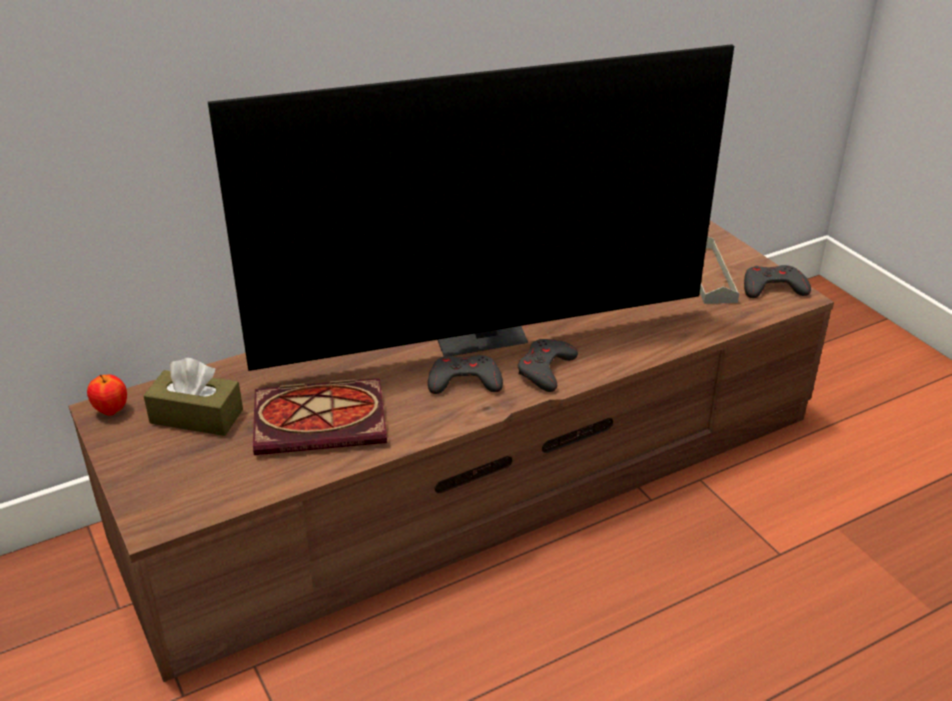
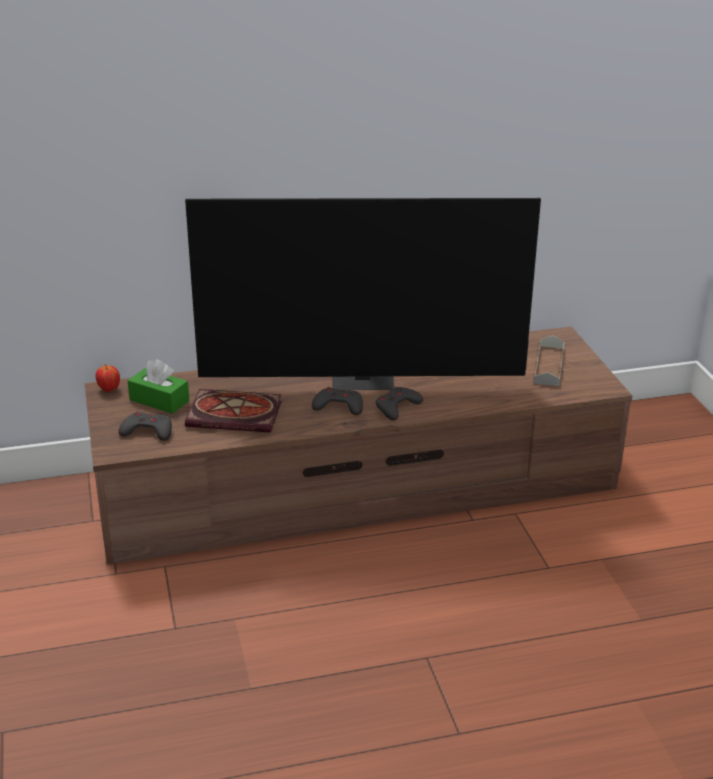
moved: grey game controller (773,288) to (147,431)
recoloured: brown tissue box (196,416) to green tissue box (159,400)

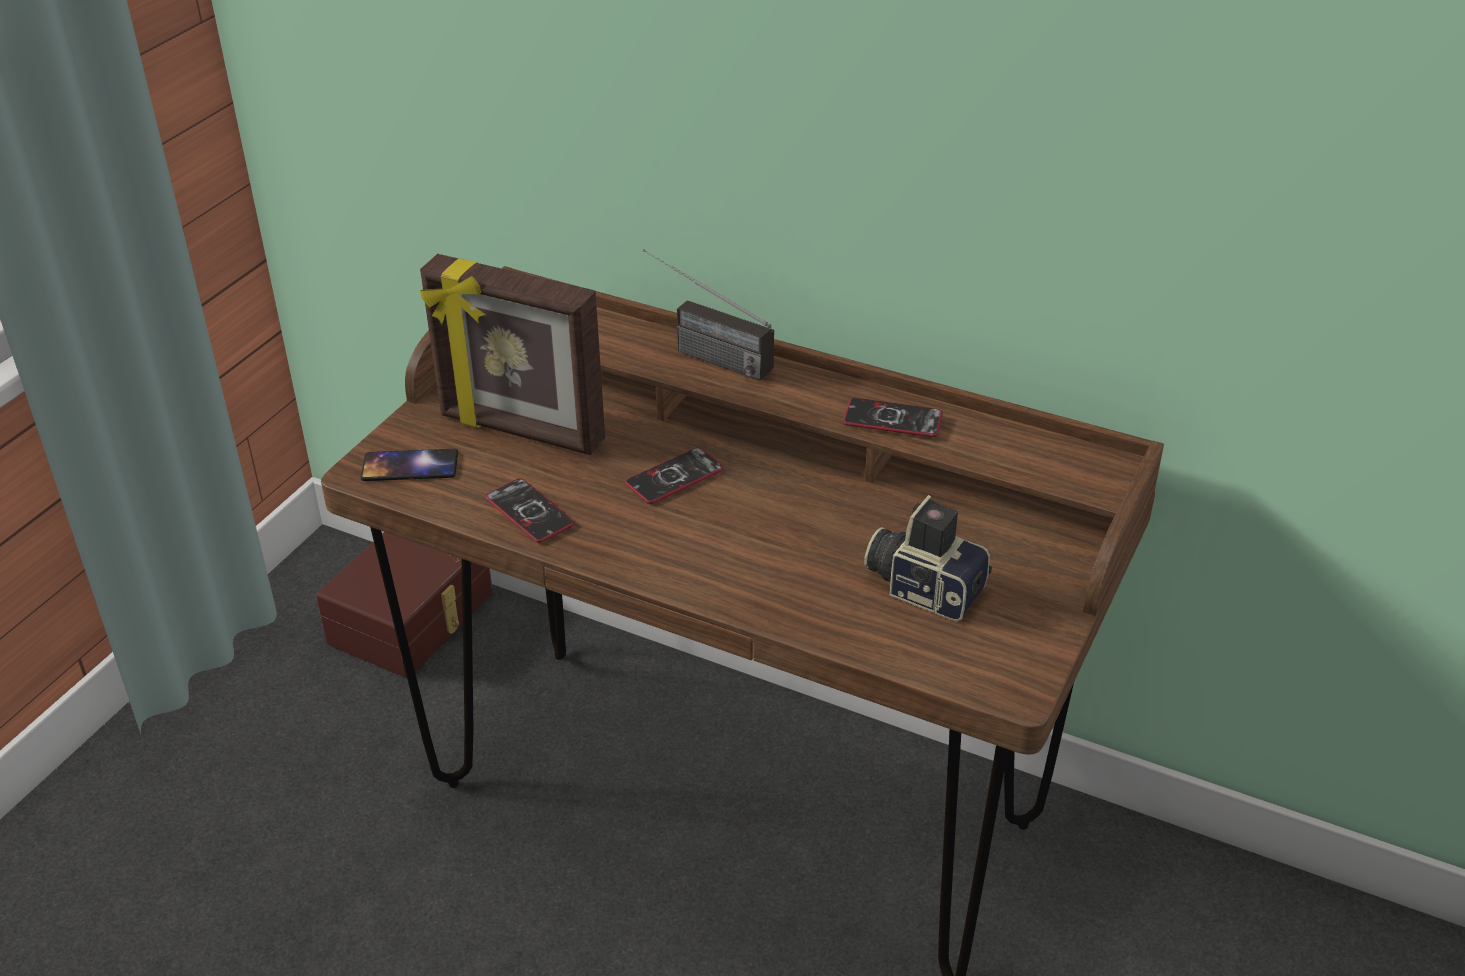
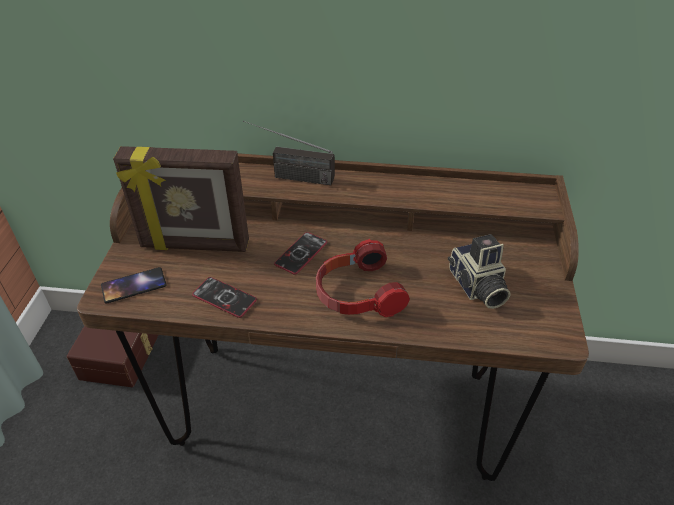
removed: phone (892,419)
added: headphones (356,293)
turned: photo camera (925,587) = (476,287) 120 degrees counterclockwise

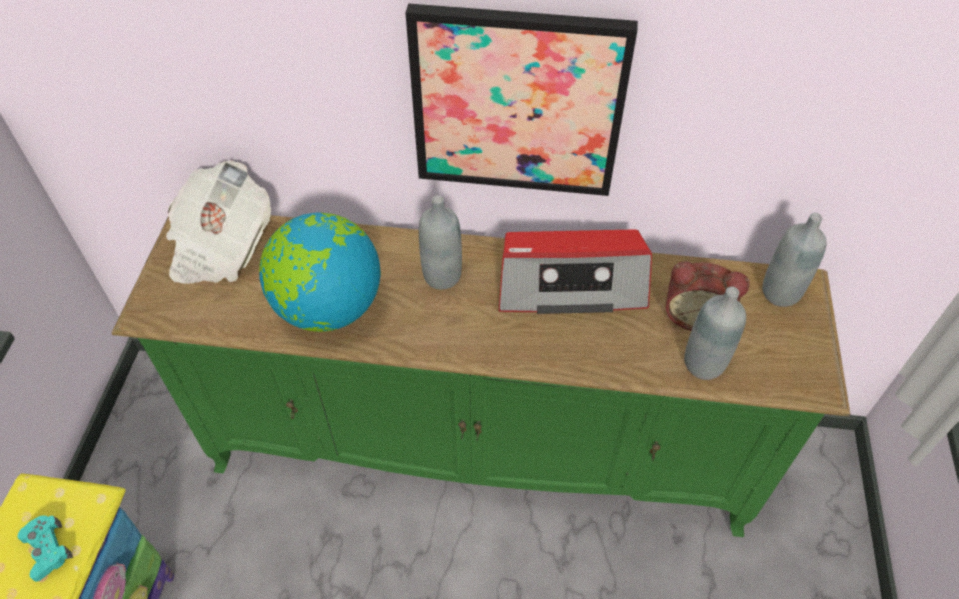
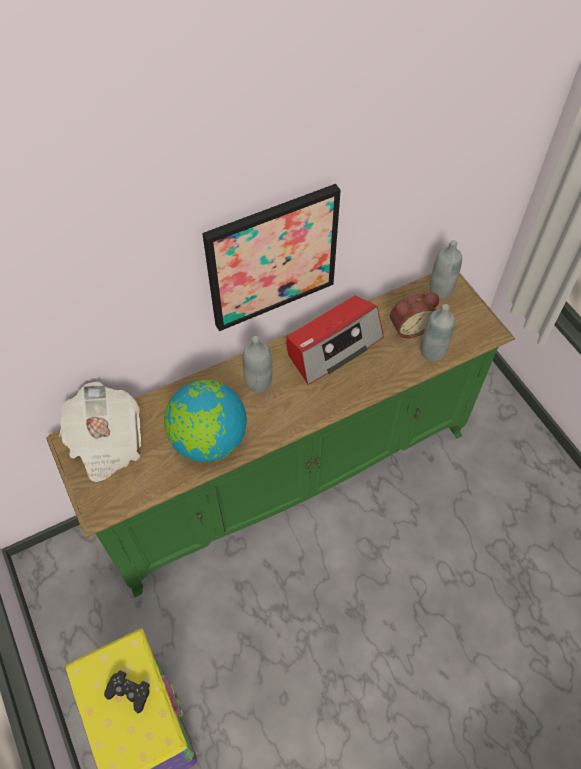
recoloured: turquoise game controller (47,549) to black game controller (129,692)

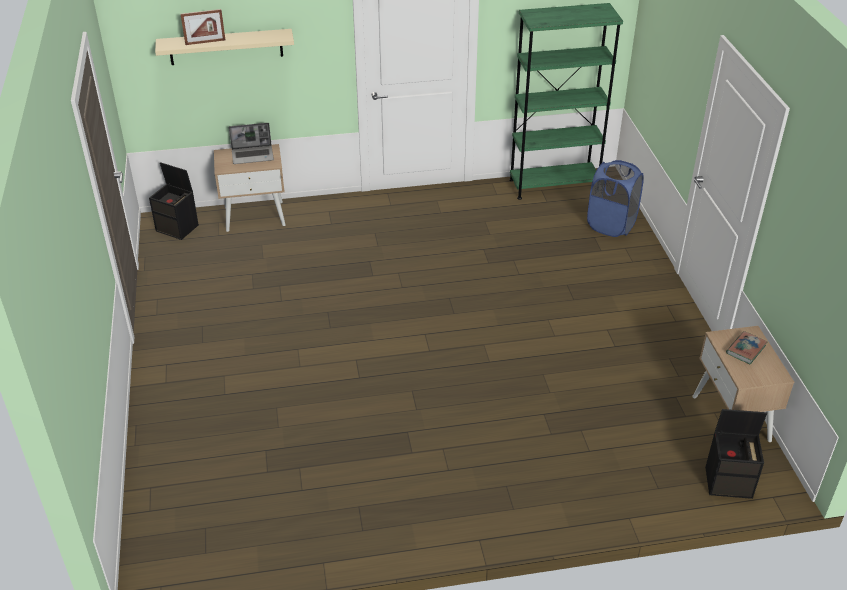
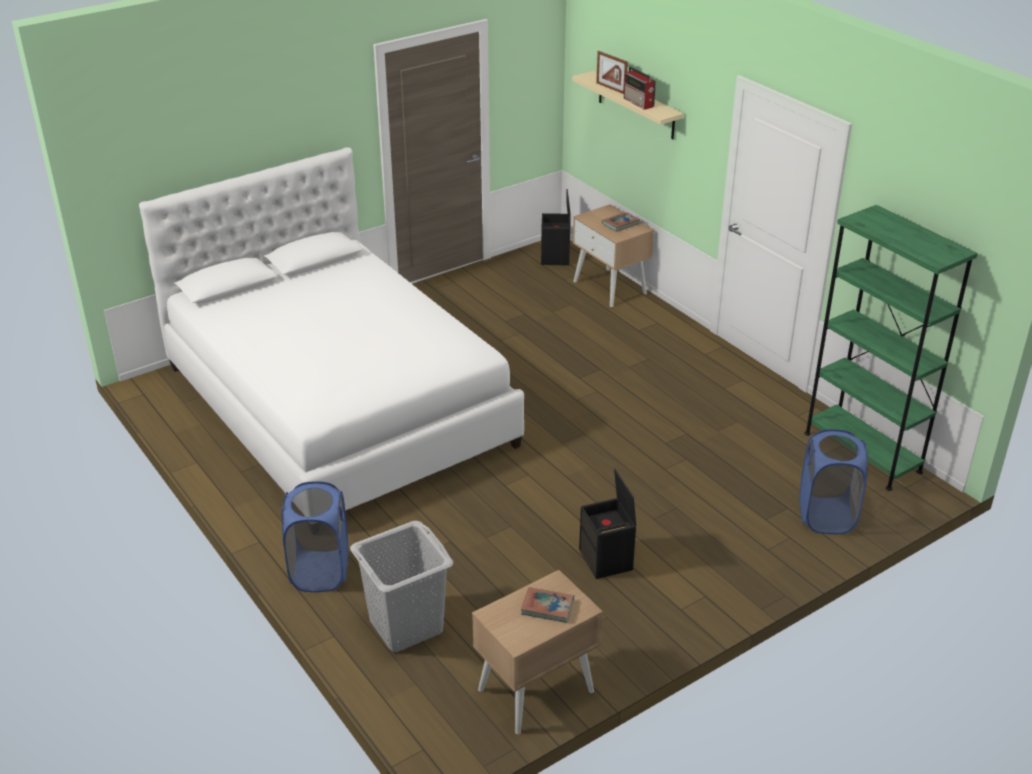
added: radio (639,103); white bed (338,405); blue laundry basket (320,572); grey laundry basket (405,625)
moved: black storage box (729,482) to (607,560)
replaced: laptop (253,155) to book (620,224)

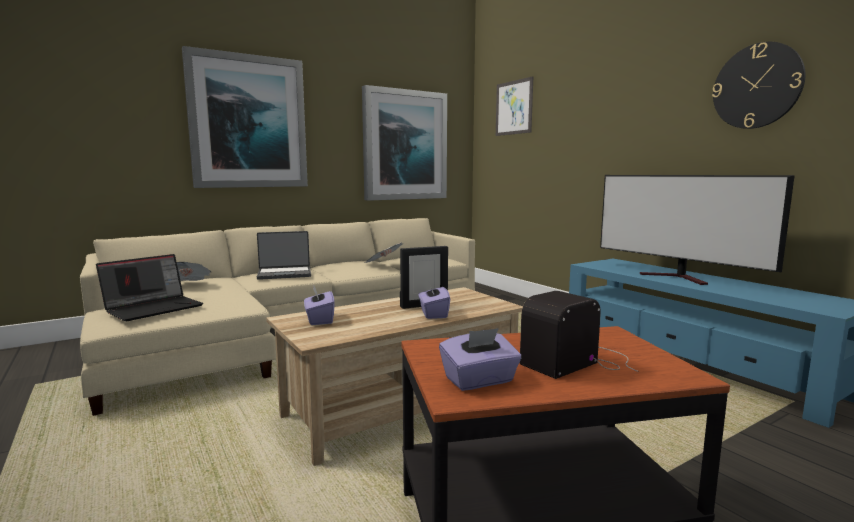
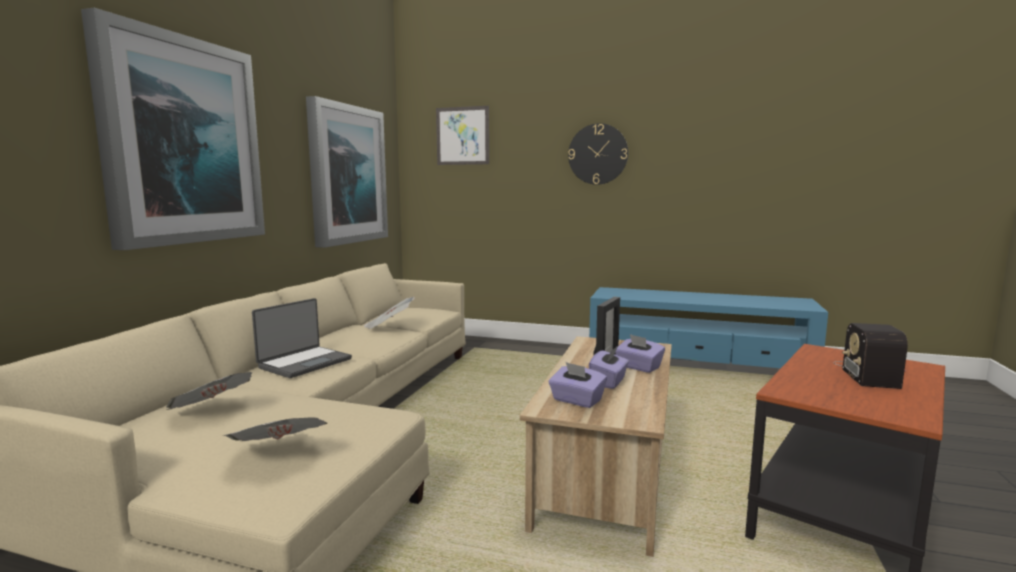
removed: television (678,278)
moved: wall clock (756,86) to (598,154); purple tissue box (479,381) to (608,382)
replaced: laptop (154,308) to newspaper (280,454)

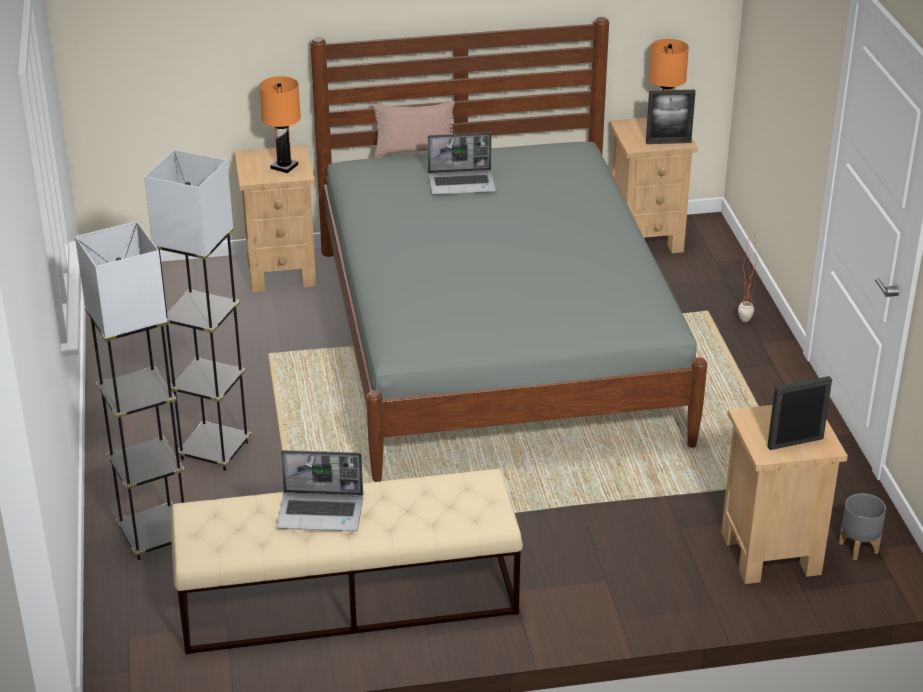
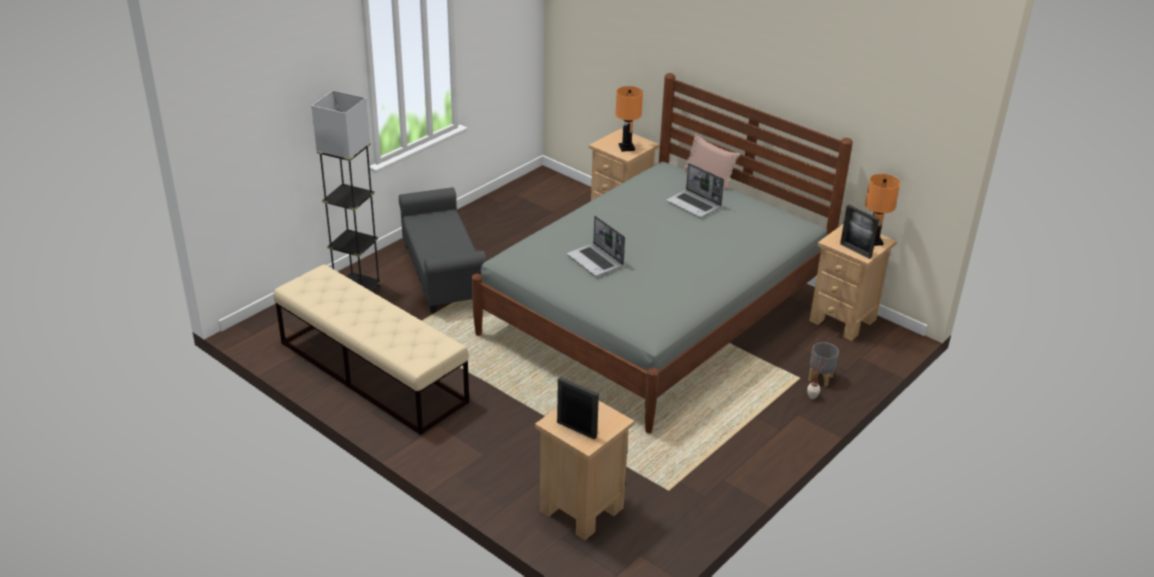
moved: laptop (321,513) to (596,261); grey planter (859,548) to (820,378)
replaced: grey floor lamp (214,451) to grey ottoman (443,274)

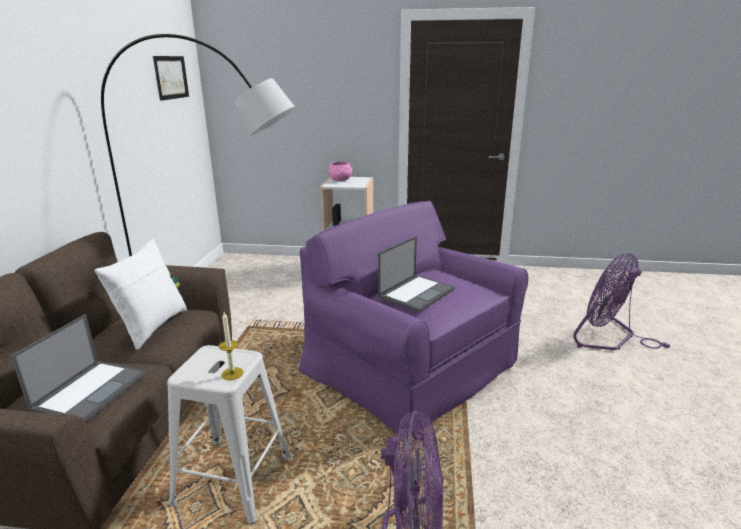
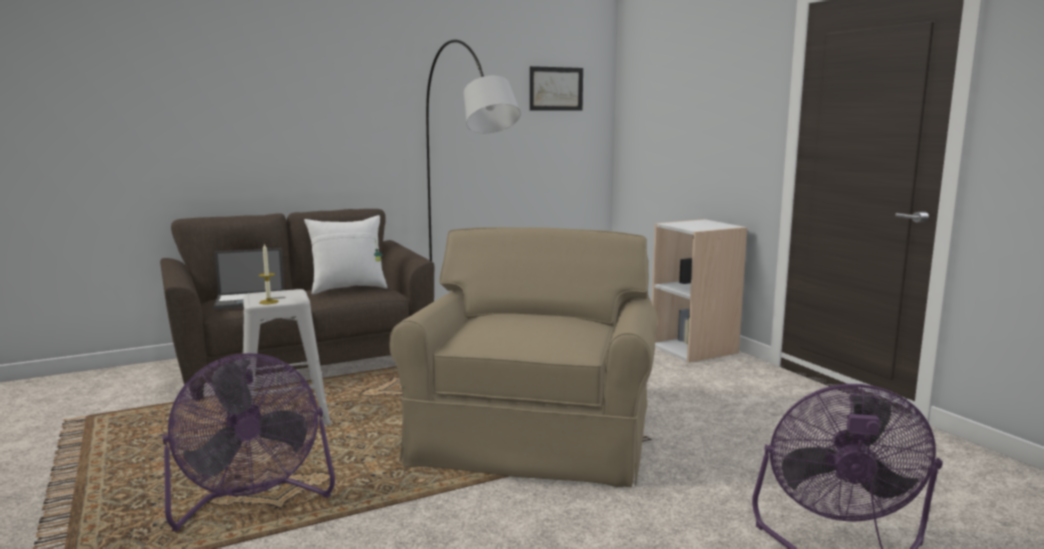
removed: pink bowl (341,180); laptop (416,293)
recoloured: purple armchair (411,365) to beige armchair (534,433)

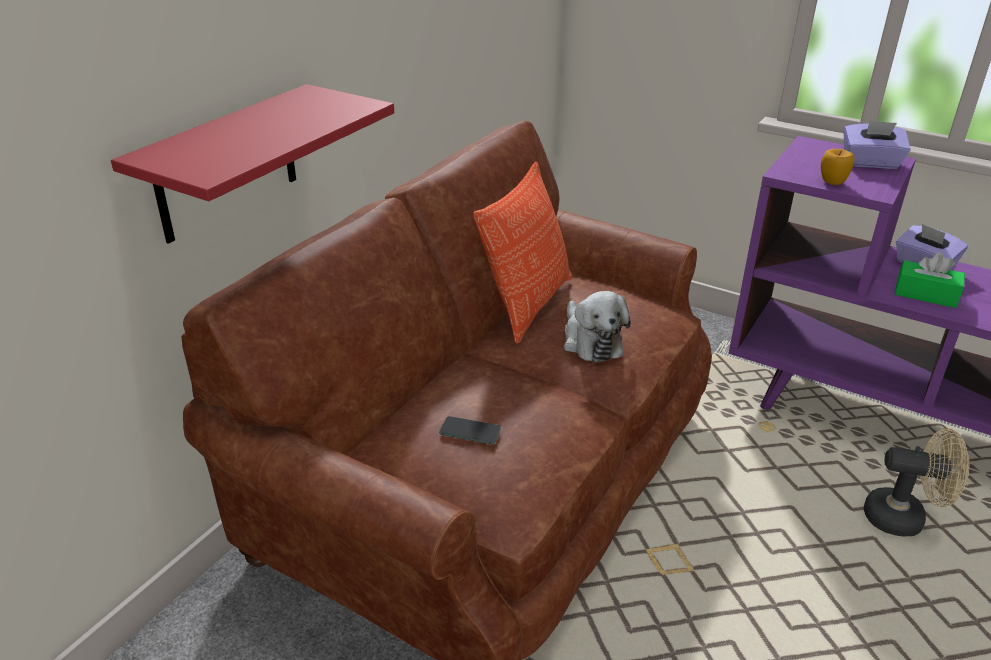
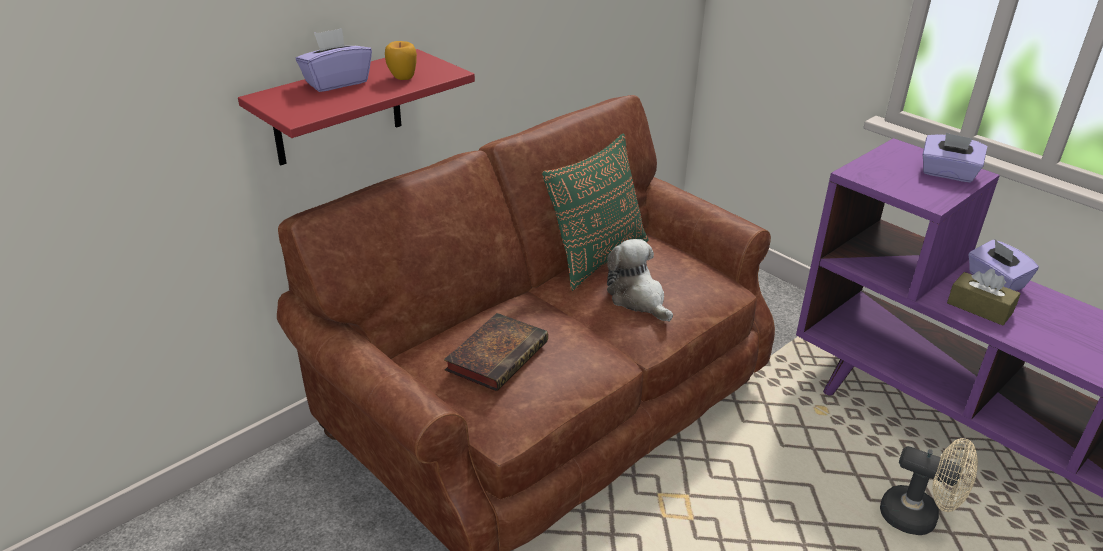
added: purple tissue box (336,82)
moved: apple (832,183) to (402,78)
replaced: phone (470,431) to book (498,355)
recoloured: orange pillow (527,305) to green pillow (597,259); green tissue box (925,294) to brown tissue box (979,308)
turned: plush toy (590,341) = (638,299) 150 degrees clockwise

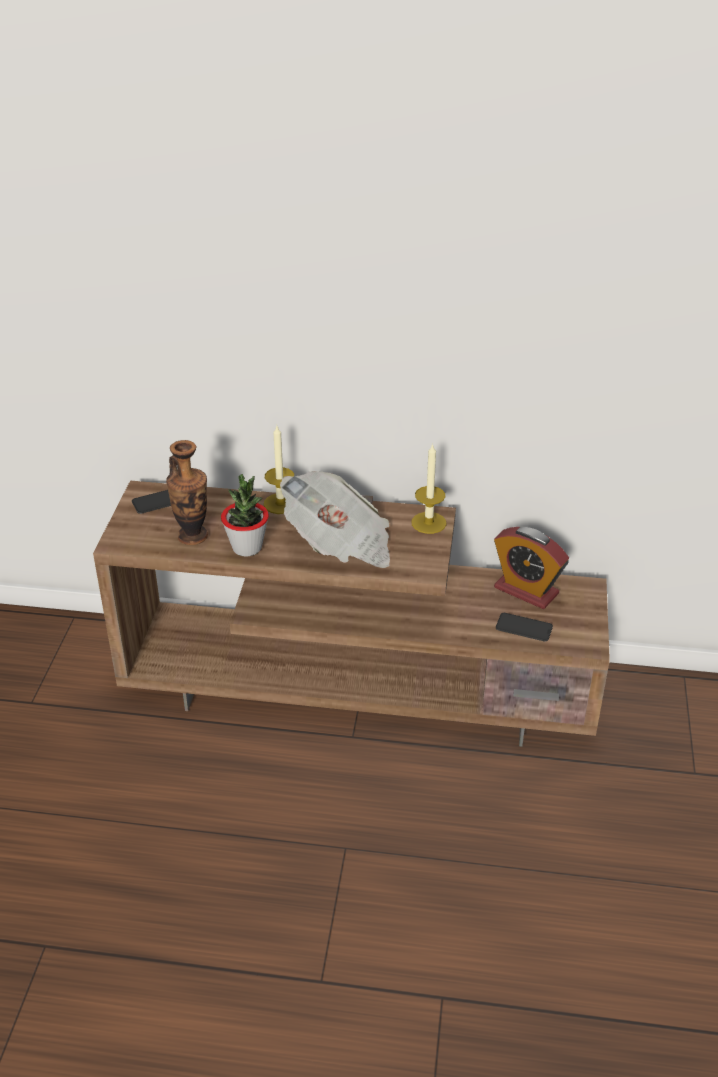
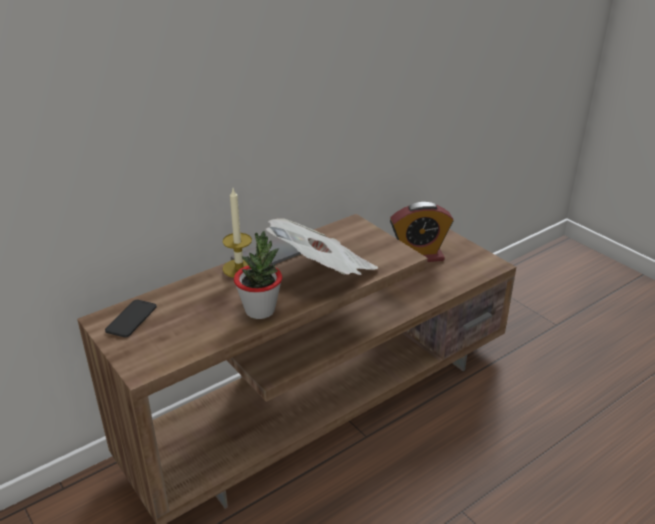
removed: vase (192,536); candle (428,523); phone (524,627)

